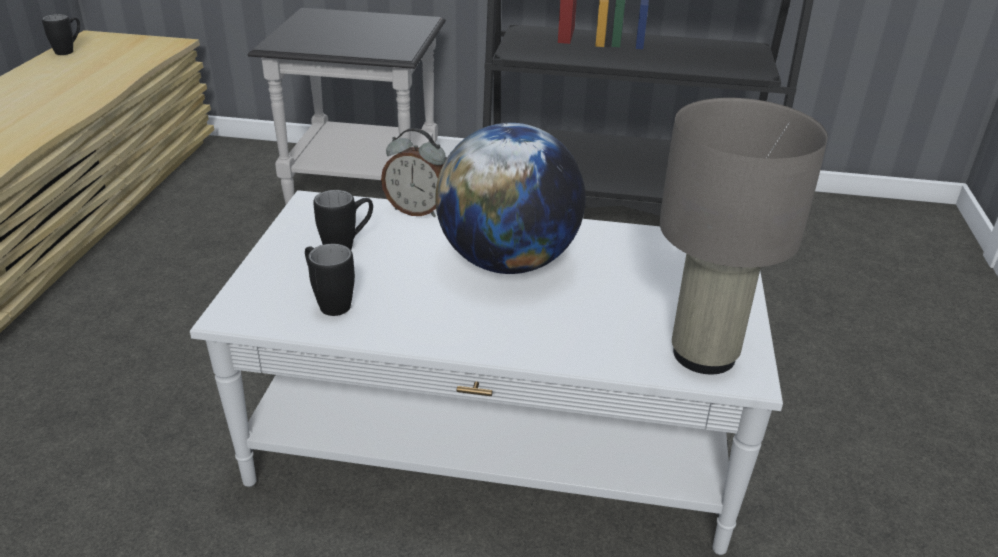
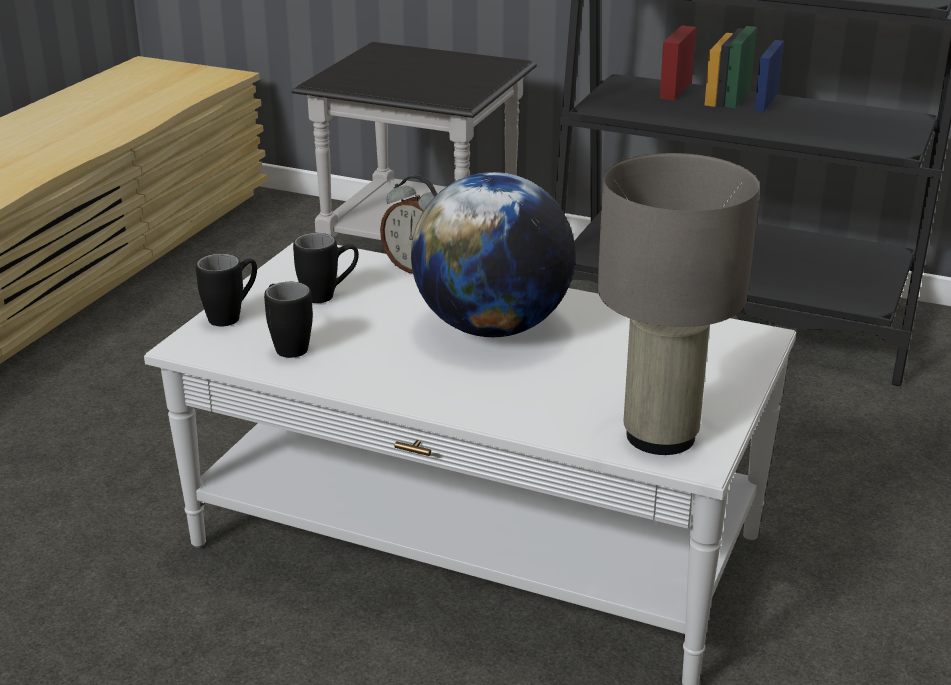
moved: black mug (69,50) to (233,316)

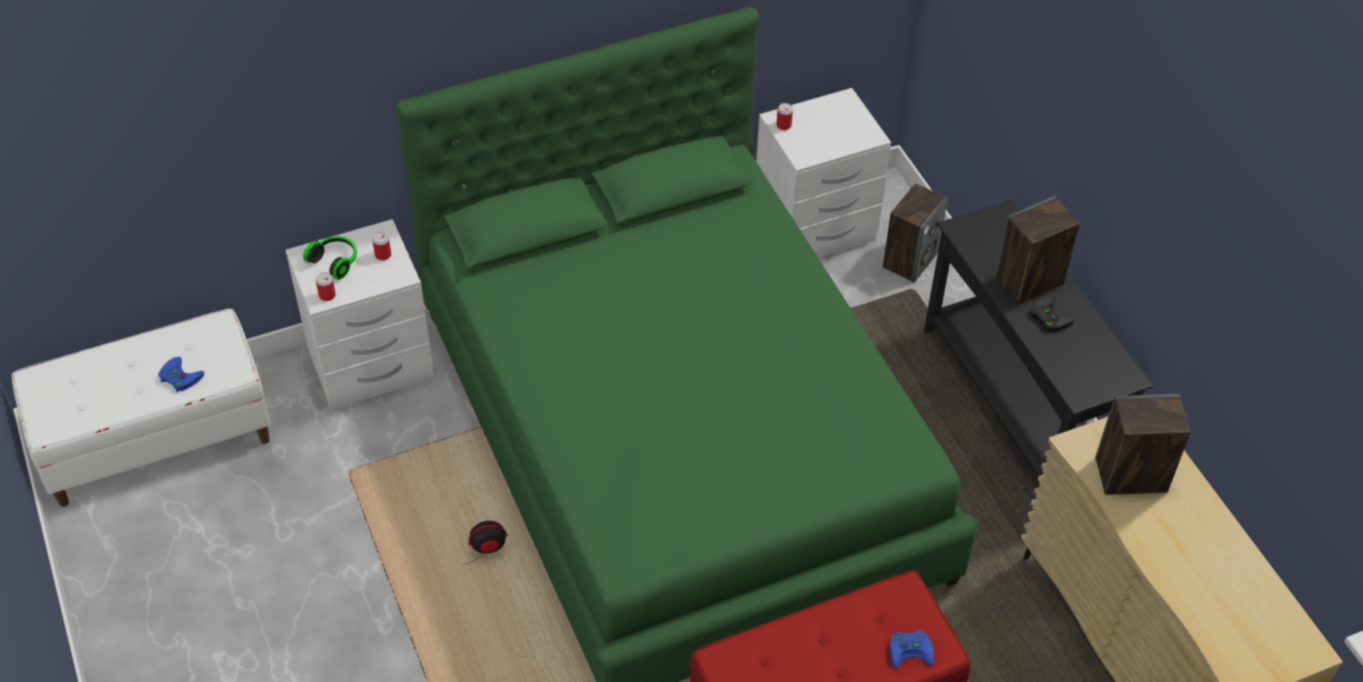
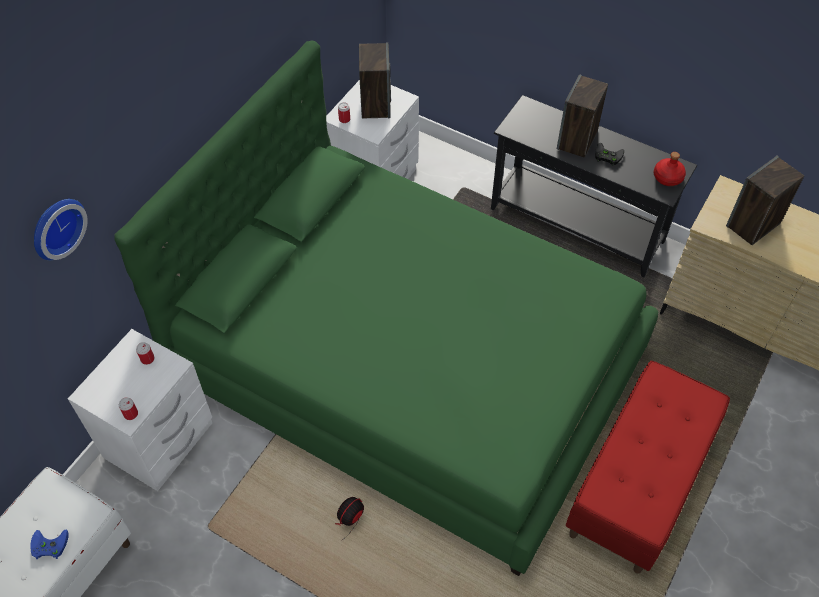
removed: headphones (335,261); blue game controller (911,649)
added: red bottle (667,177); wall clock (55,227)
moved: speaker (910,260) to (375,104)

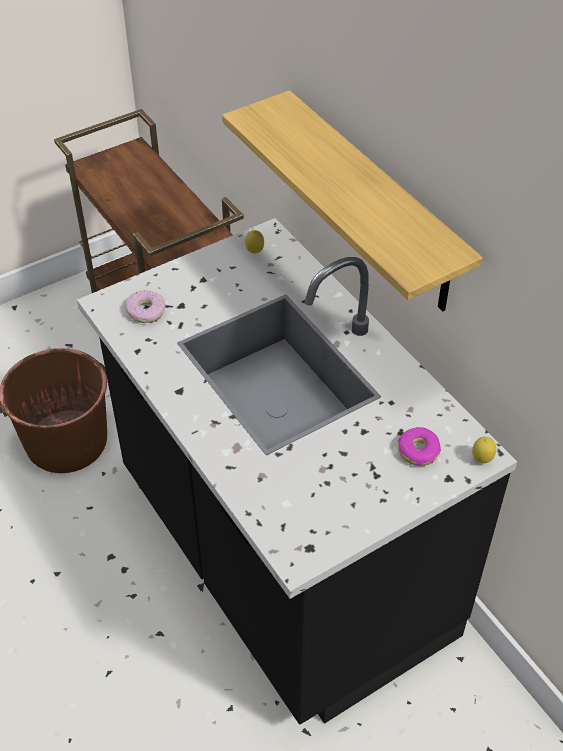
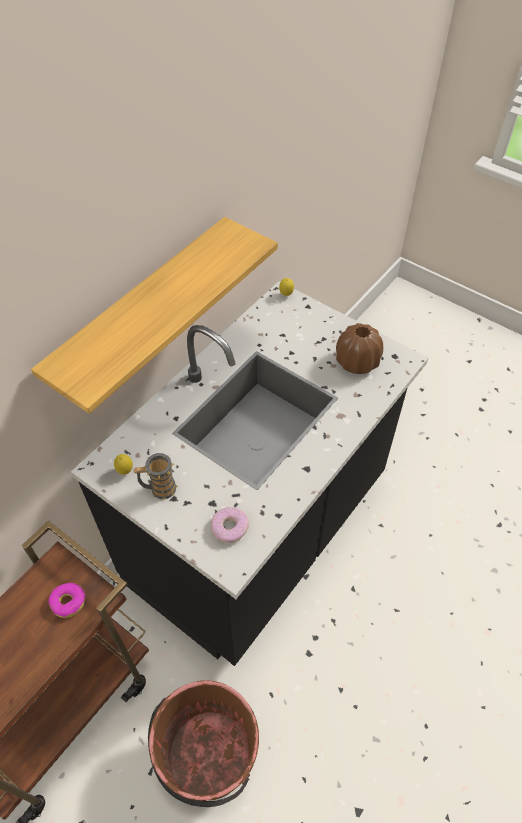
added: brown vase (357,362); mug (159,489)
moved: donut (418,451) to (68,602)

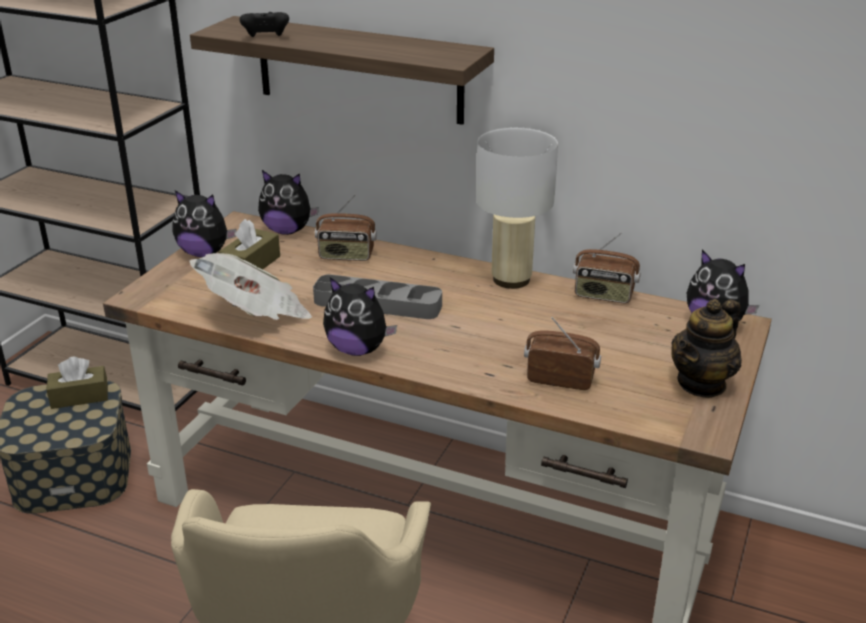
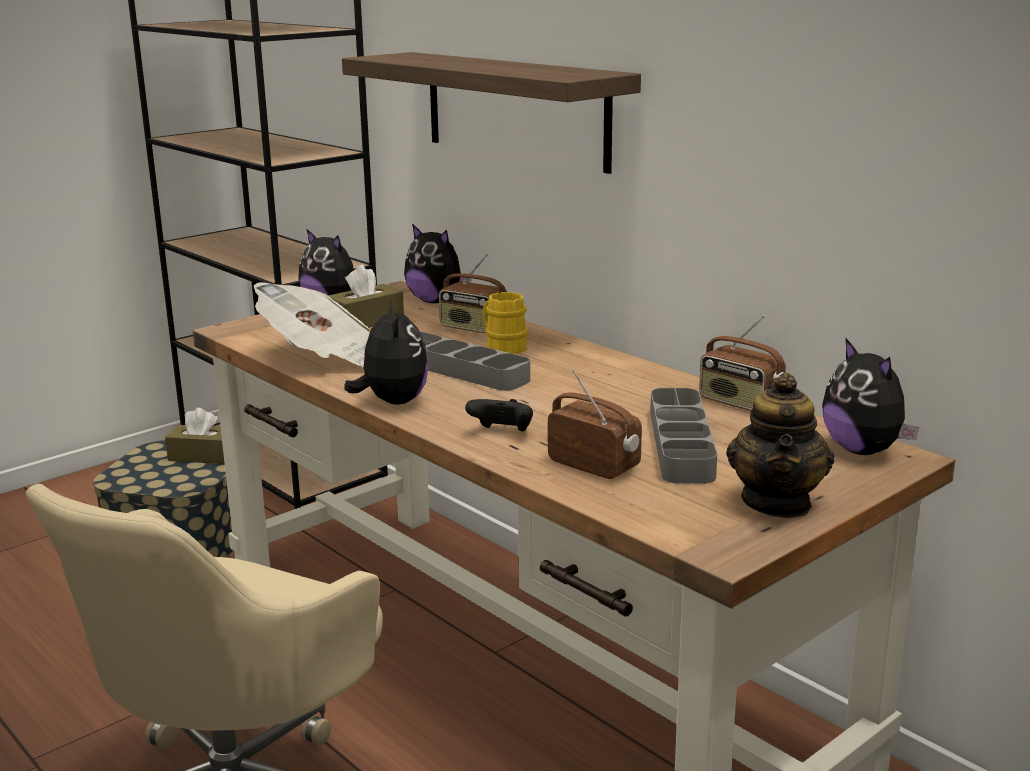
removed: white table lamp (512,280)
added: yellow mug (502,346); grey tray (681,443)
moved: black game controller (266,38) to (502,433)
turned: plush toy (358,349) = (392,402) 150 degrees counterclockwise; teapot (702,383) = (777,502) 60 degrees counterclockwise

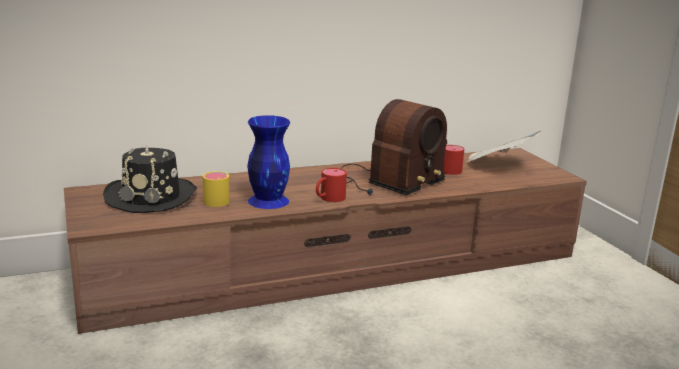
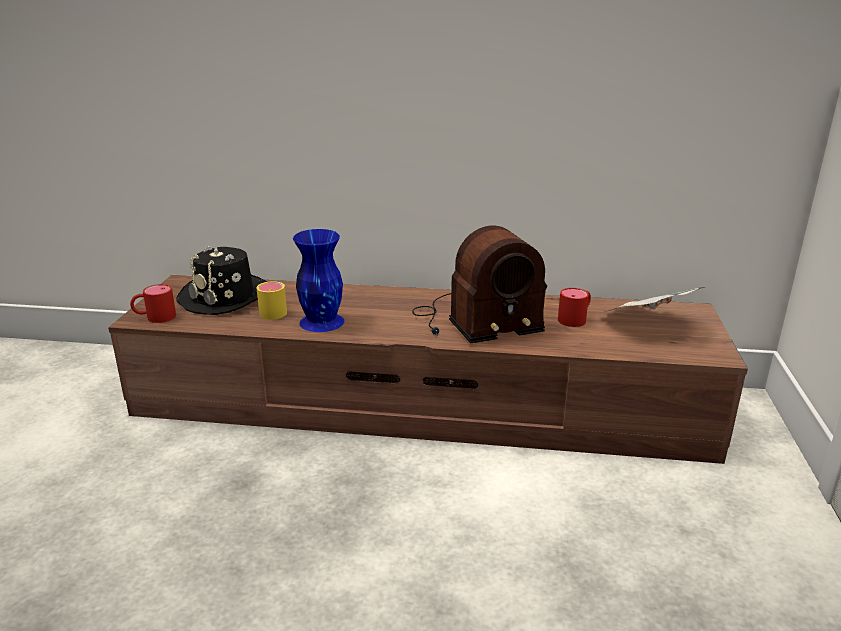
moved: red mug (328,198) to (154,317)

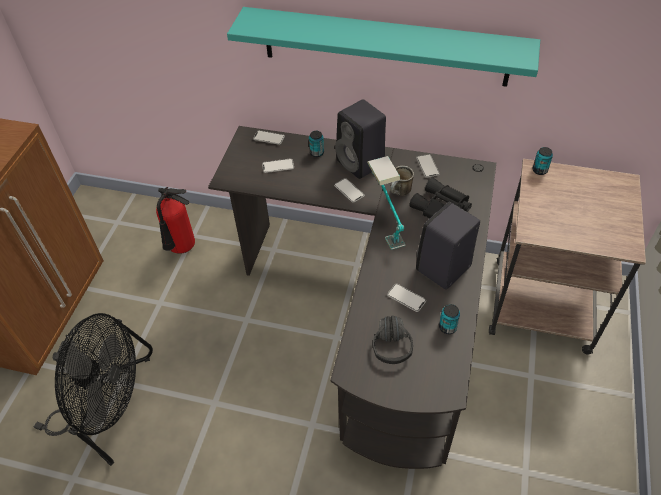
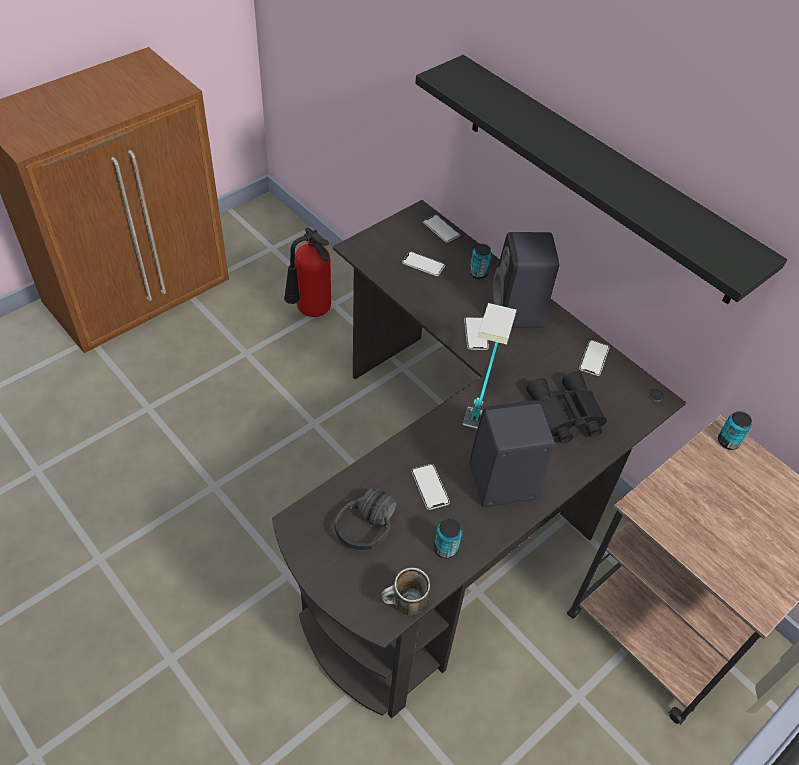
removed: black fan (106,410)
moved: mug (400,193) to (404,605)
recoloured: turquoise shelf (384,47) to black shelf (598,177)

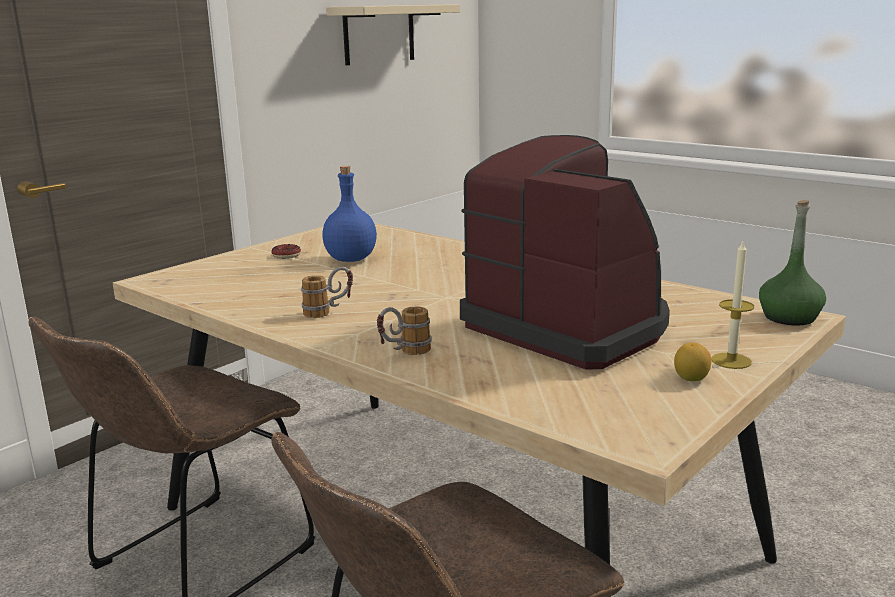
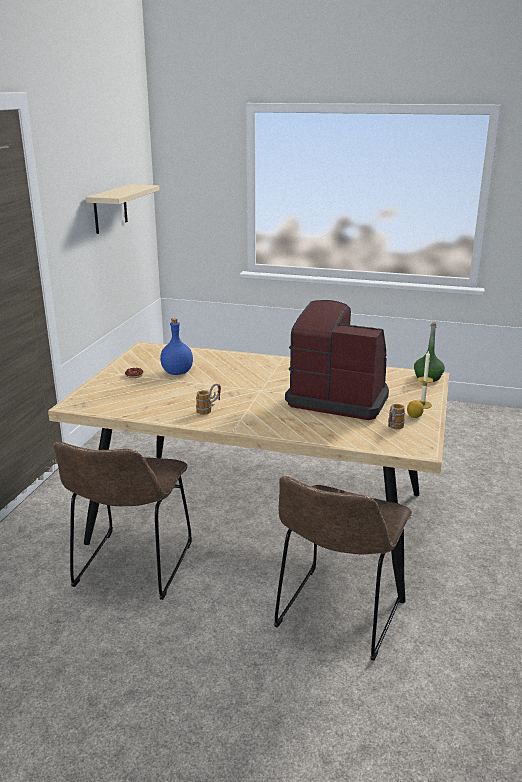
moved: mug (404,353) to (393,429)

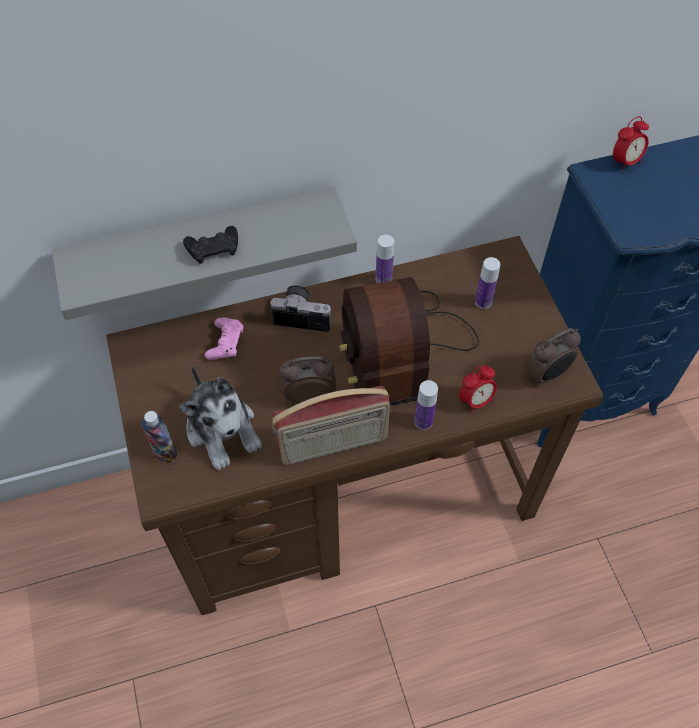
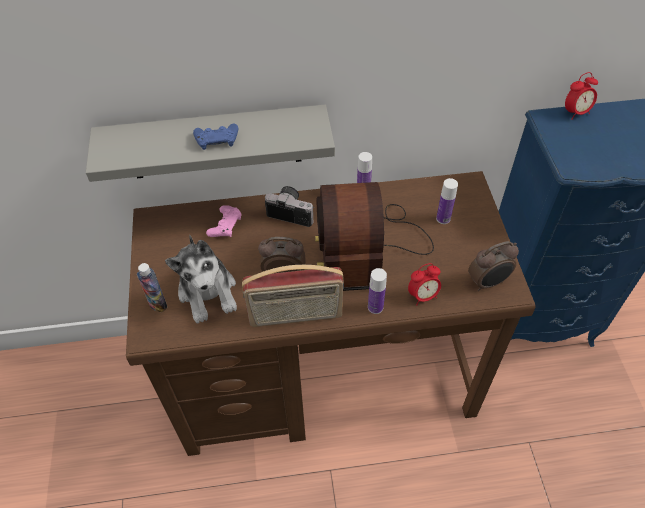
recoloured: black game controller (213,248) to blue game controller (217,140)

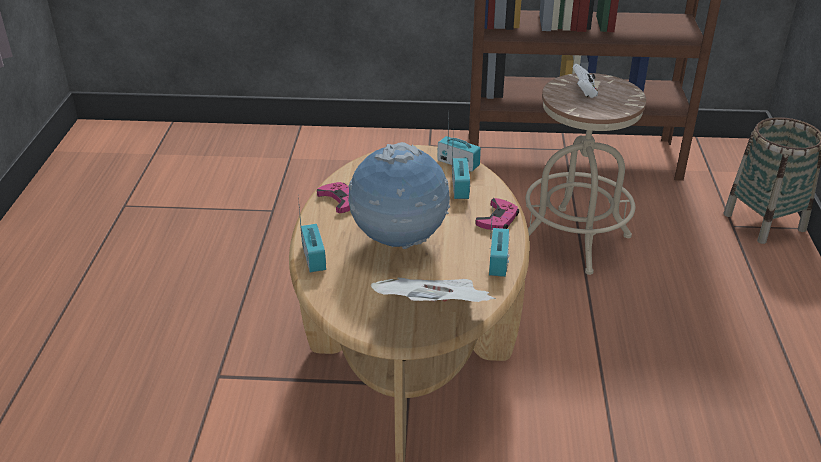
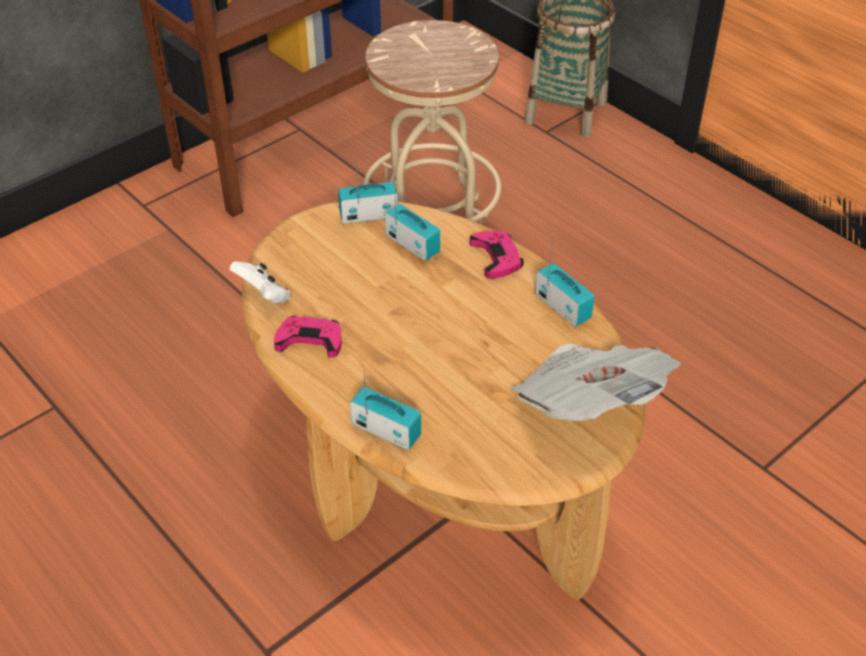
removed: globe (399,242)
moved: white game controller (584,92) to (264,296)

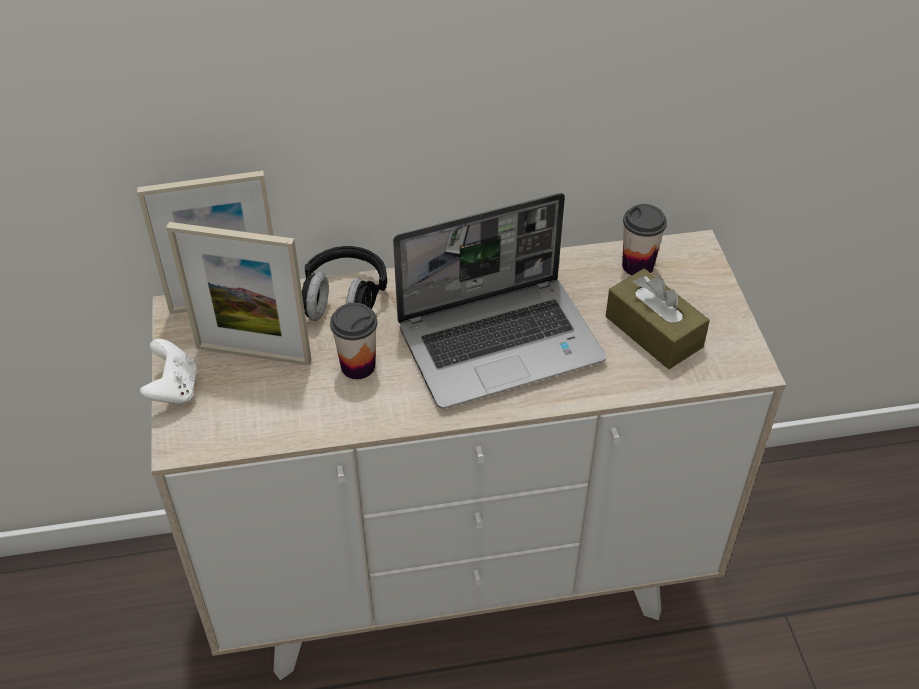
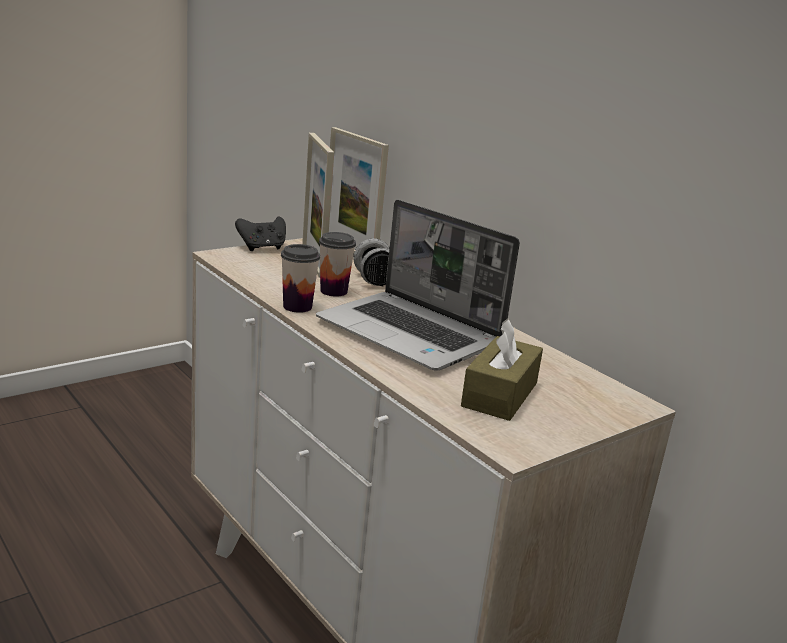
moved: cup (637,266) to (297,307)
recoloured: white game controller (174,389) to black game controller (262,248)

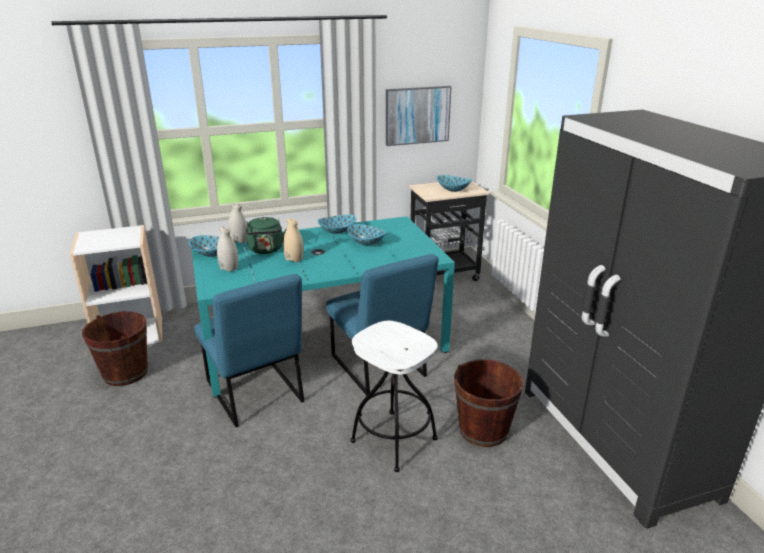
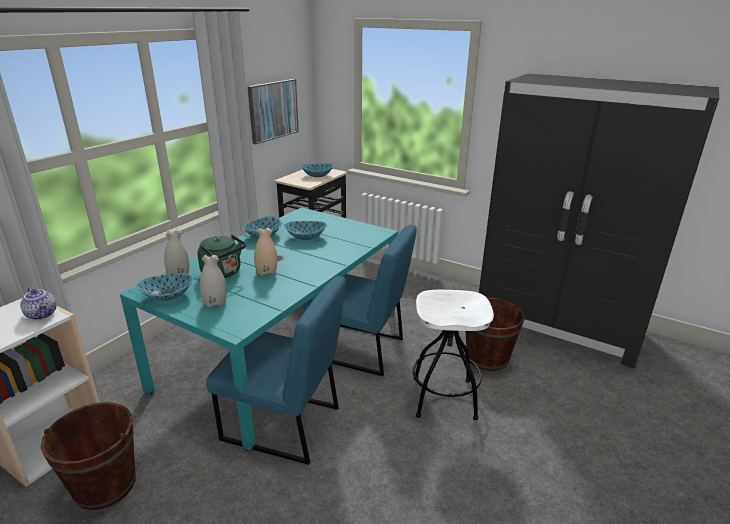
added: teapot (42,314)

